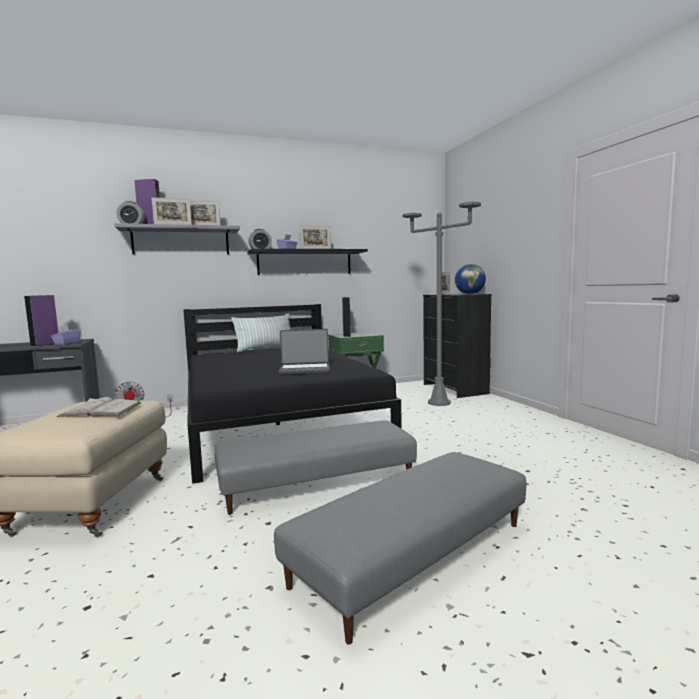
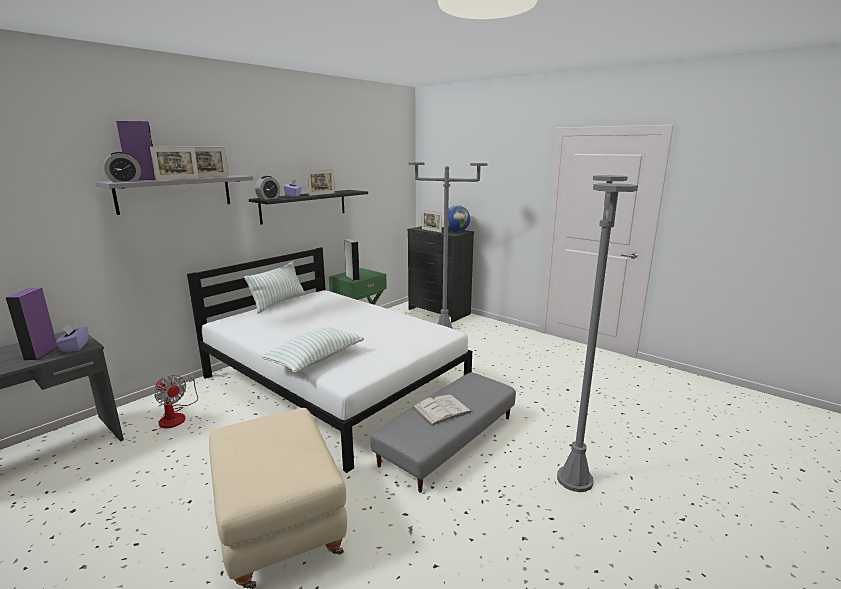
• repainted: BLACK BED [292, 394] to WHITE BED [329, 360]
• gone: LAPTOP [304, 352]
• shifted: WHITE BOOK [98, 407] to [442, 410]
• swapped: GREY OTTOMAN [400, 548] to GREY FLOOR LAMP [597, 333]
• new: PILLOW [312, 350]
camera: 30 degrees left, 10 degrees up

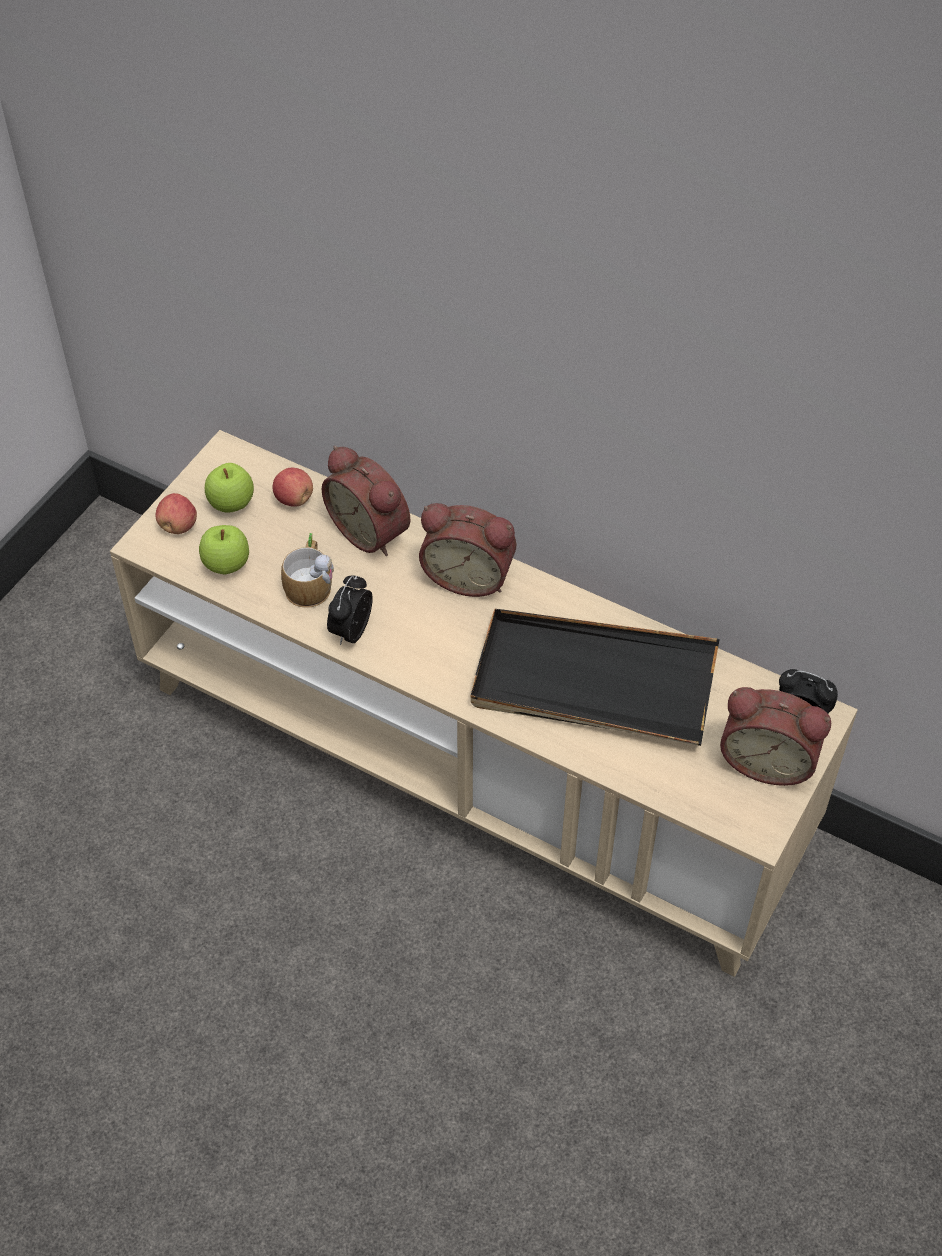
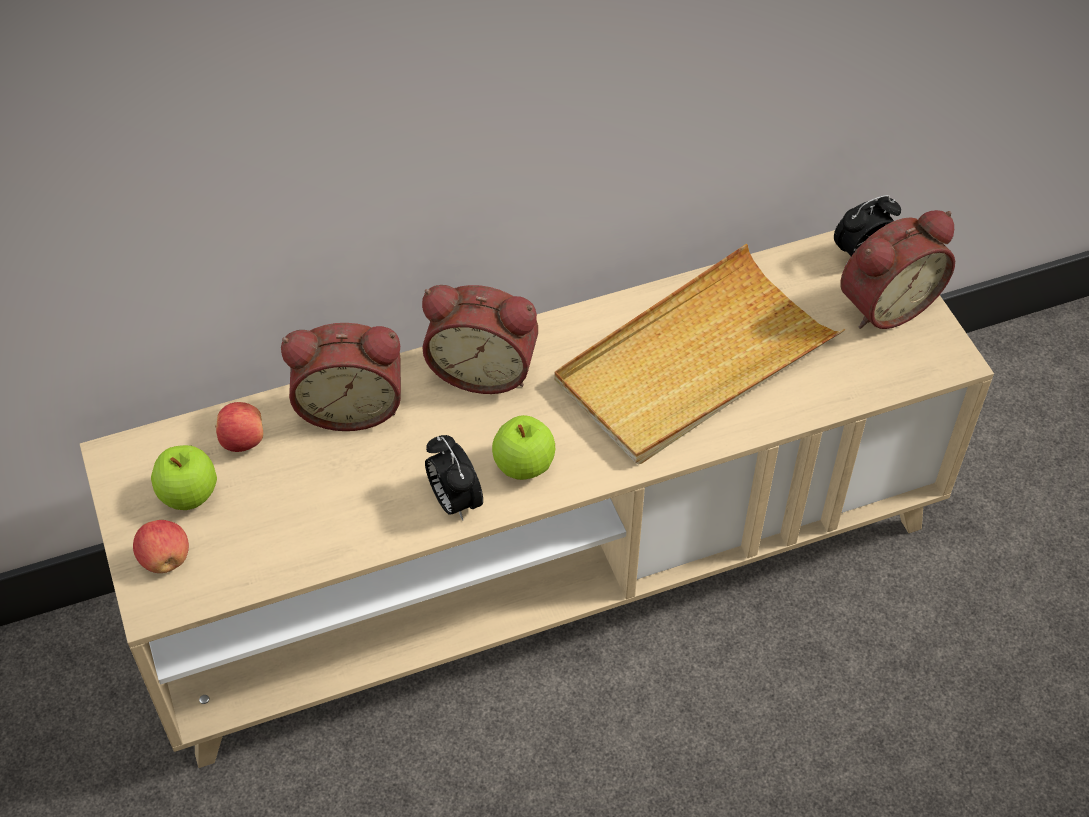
• rotated: ALARM CLOCK [467, 550] = [480, 339] 45 degrees clockwise
• shifted: APPLE [224, 550] to [523, 447]
• gone: MUG [307, 570]
• repainted: BLACK TRAY [595, 677] to BEIGE TRAY [699, 354]
camera: 50 degrees left, 0 degrees up

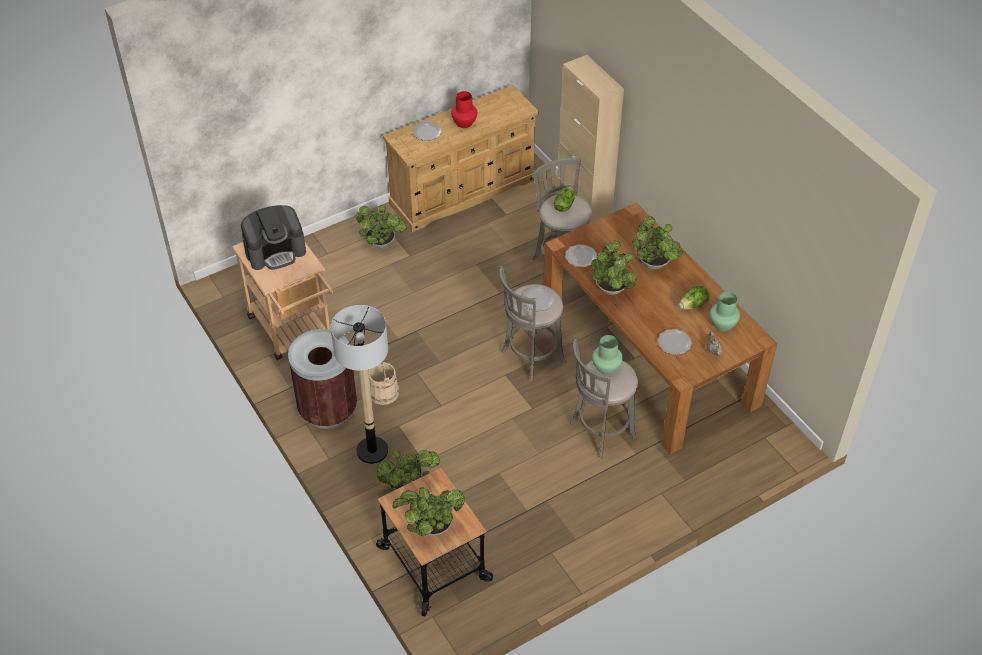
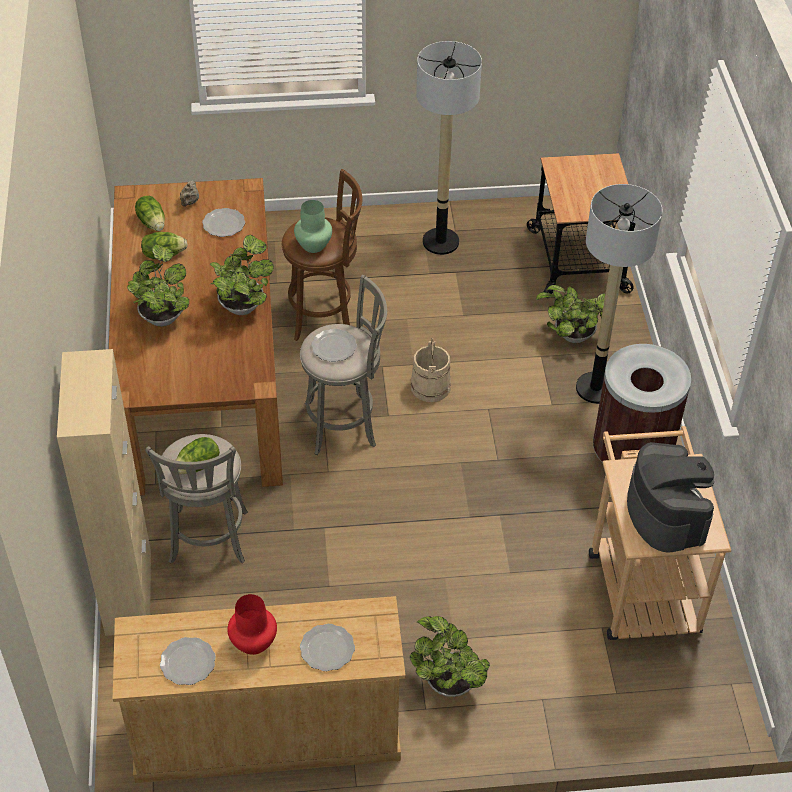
• rotated: COFFEE MACHINE [273, 237] = [670, 497] 75 degrees clockwise
• shifted: PLATE [581, 255] to [188, 661]
• swapped: GREEN VASE [725, 312] to LETTUCE [150, 213]
• repainted: GREY STOOL [604, 398] to BROWN STOOL [322, 255]
• shifted: BEIGE BUCKET [384, 383] to [431, 370]
• gone: POTTED PLANT [428, 511]
• new: FLOOR LAMP [449, 148]
camera: 155 degrees left, 0 degrees up

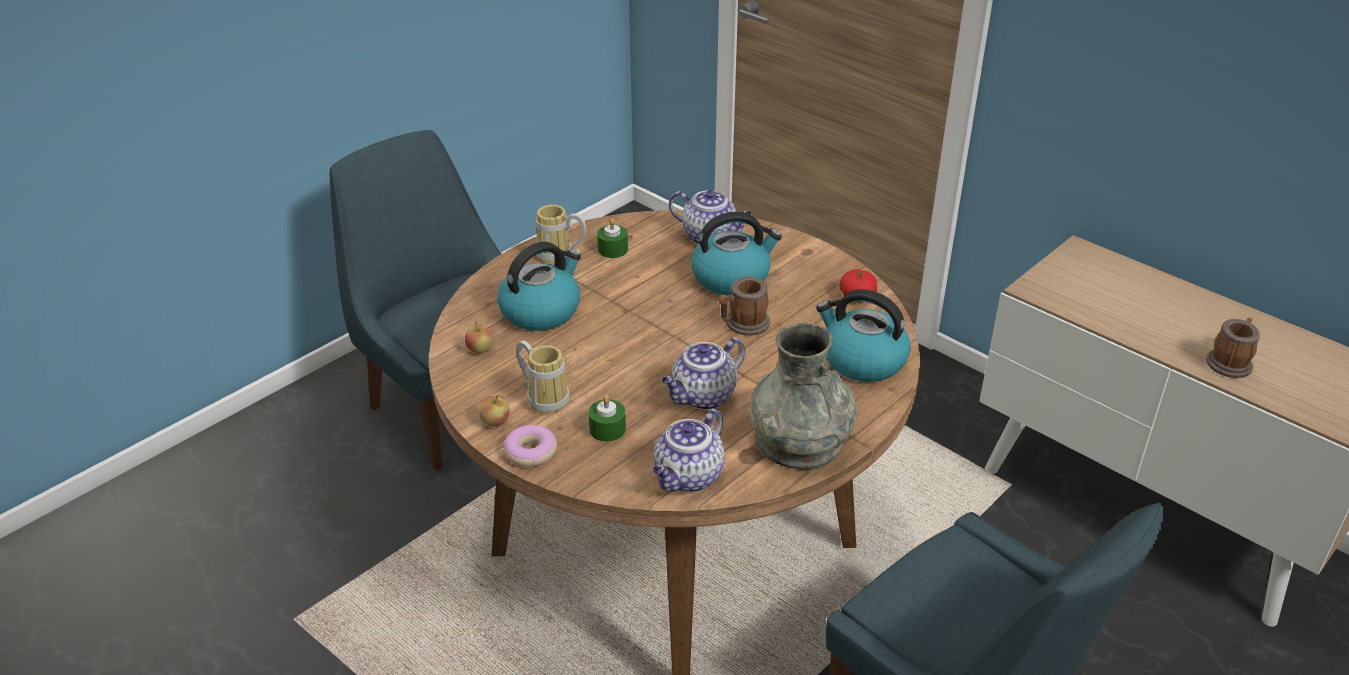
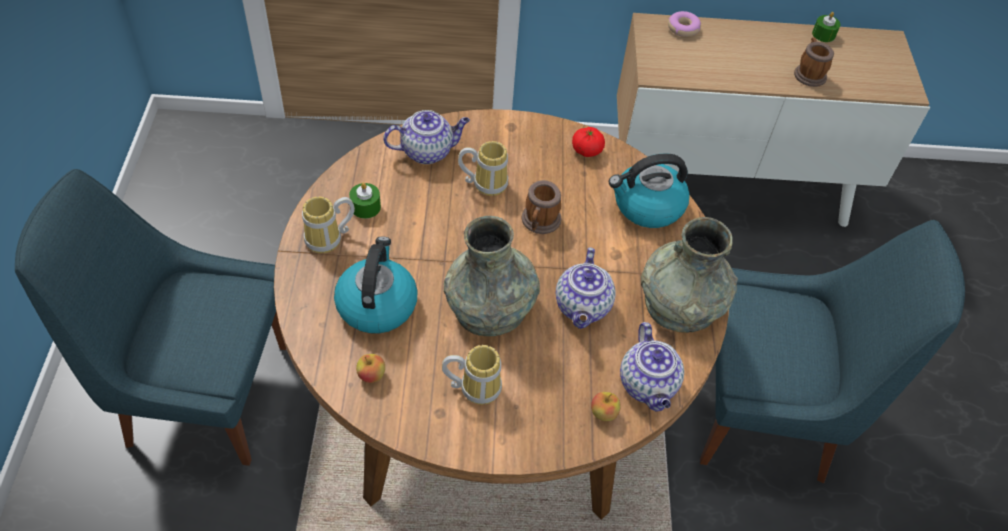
• swapped: KETTLE [736, 253] to MUG [483, 168]
• shifted: APPLE [494, 411] to [606, 406]
• shifted: GREEN CANDLE [607, 418] to [826, 27]
• shifted: DONUT [530, 446] to [684, 24]
• new: GREY VASE [492, 276]
camera: 45 degrees left, 15 degrees up

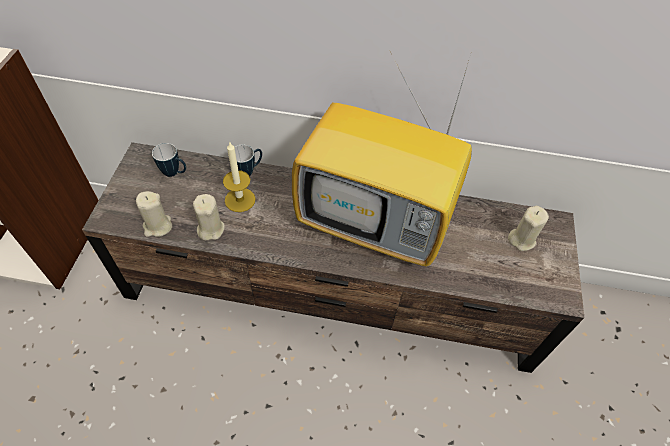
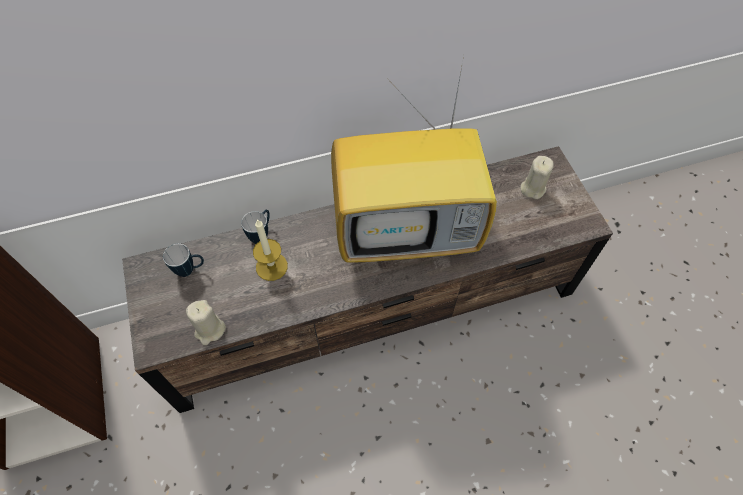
• gone: BEIGE CANDLE [209, 217]
camera: 25 degrees left, 5 degrees up

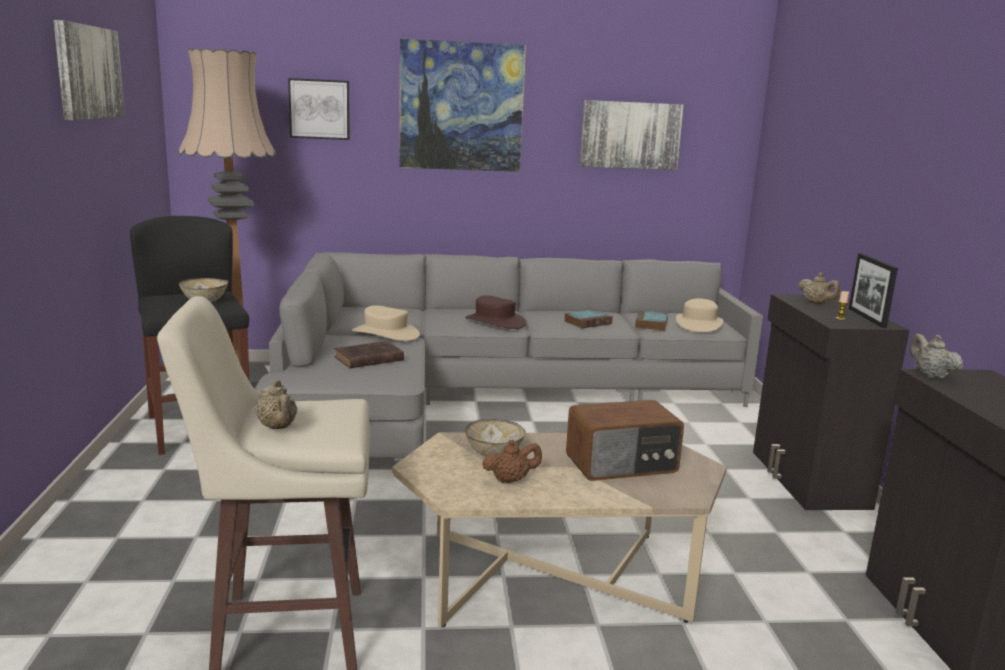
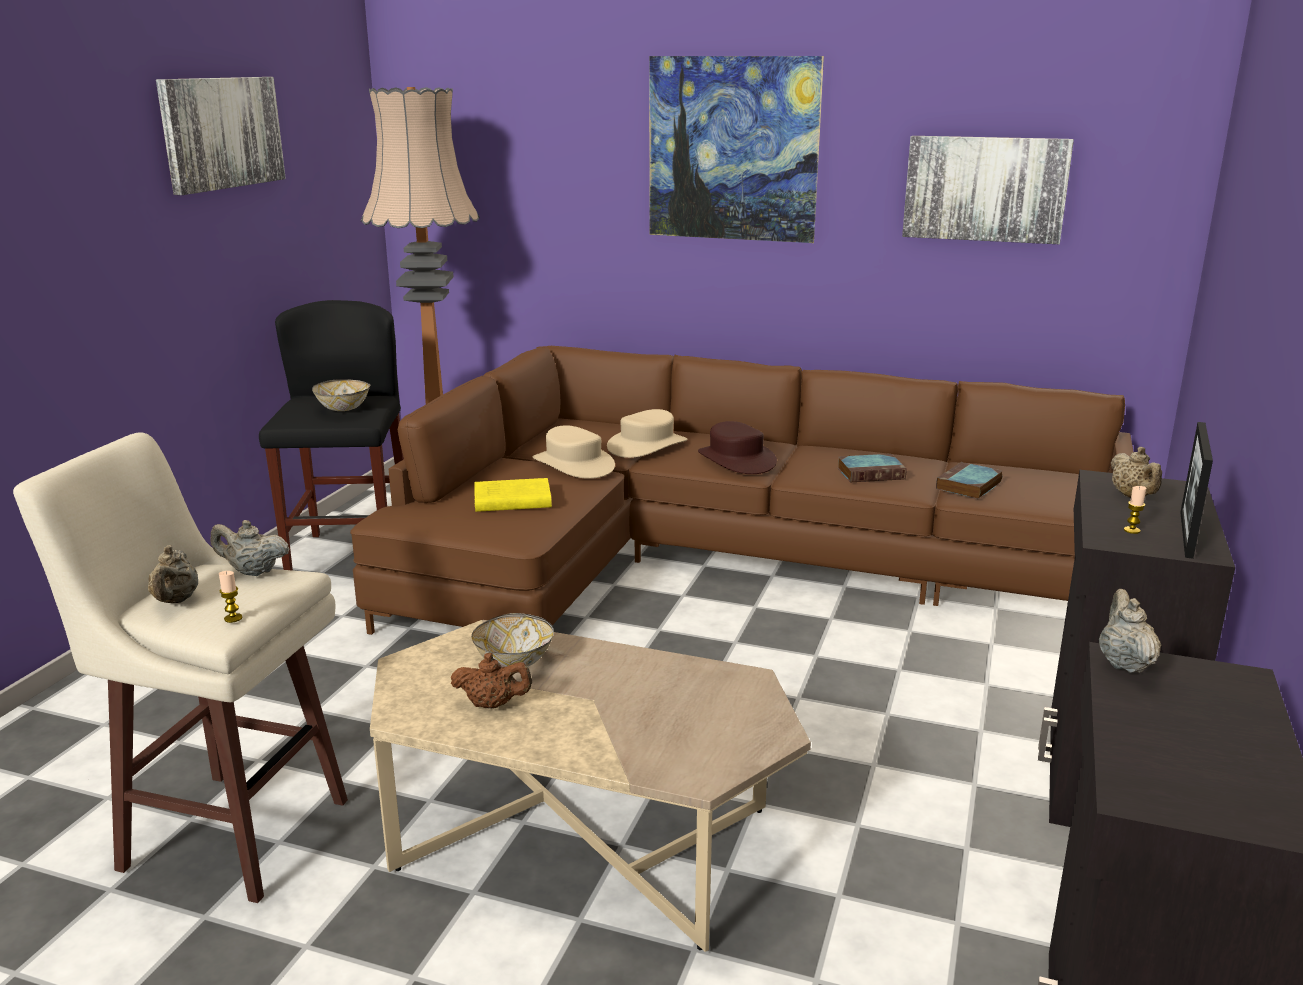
• gone: PICTURE [319, 109]
• repainted: GREY SOFA [509, 356] to BROWN SOFA [741, 490]
• shifted: BEIGE HAT [699, 315] to [647, 433]
• repainted: BROWN BOOK [369, 354] to YELLOW BOOK [513, 495]
• gone: RADIO [625, 440]
• new: BEIGE TEAPOT [250, 548]
• new: CANDLE [230, 597]
camera: 25 degrees right, 5 degrees up

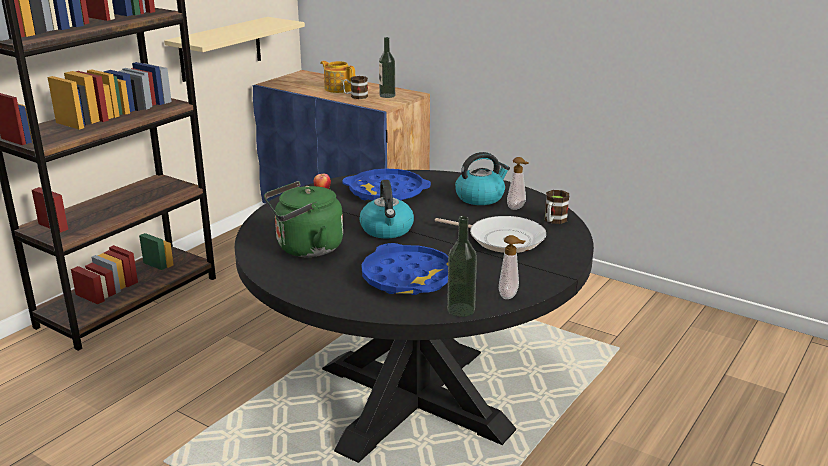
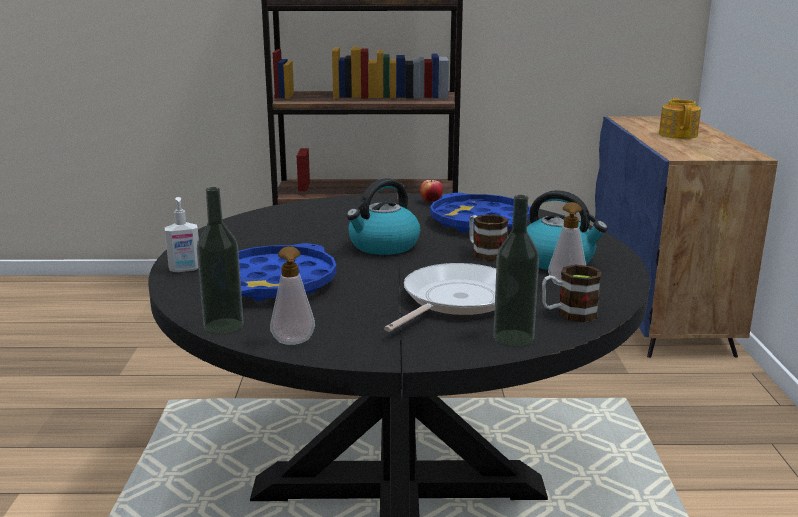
• gone: BEIGE SHELF [234, 49]
• shifted: BOTTLE [387, 67] to [516, 271]
• shifted: MUG [355, 87] to [488, 237]
• gone: GREEN KETTLE [303, 219]
• rotated: FRYING PAN [490, 234] = [440, 297] 135 degrees counterclockwise
• new: SOAP DISPENSER [182, 234]
camera: 55 degrees right, 5 degrees down

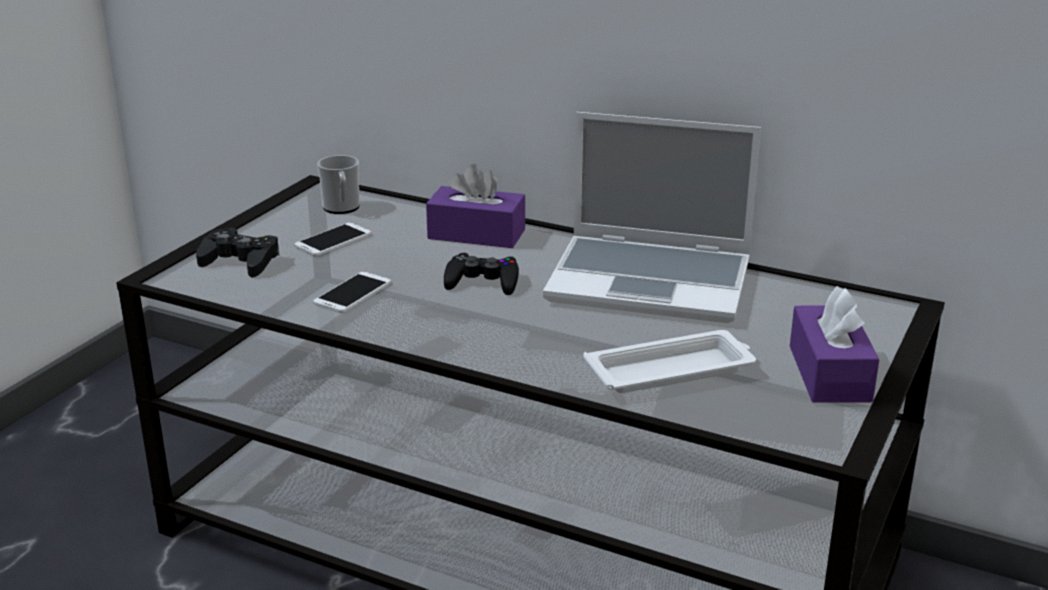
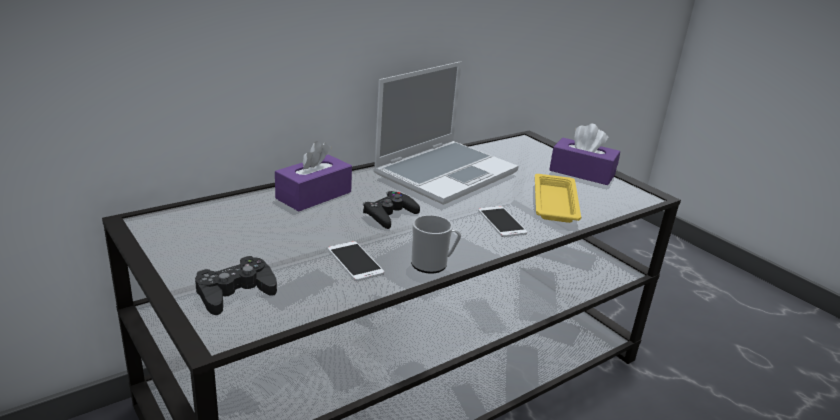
• shifted: MUG [338, 184] to [436, 244]
• shifted: PHONE [332, 239] to [502, 221]
• repainted: WHITE TRAY [669, 361] to YELLOW TRAY [558, 198]
camera: 65 degrees left, 0 degrees up

